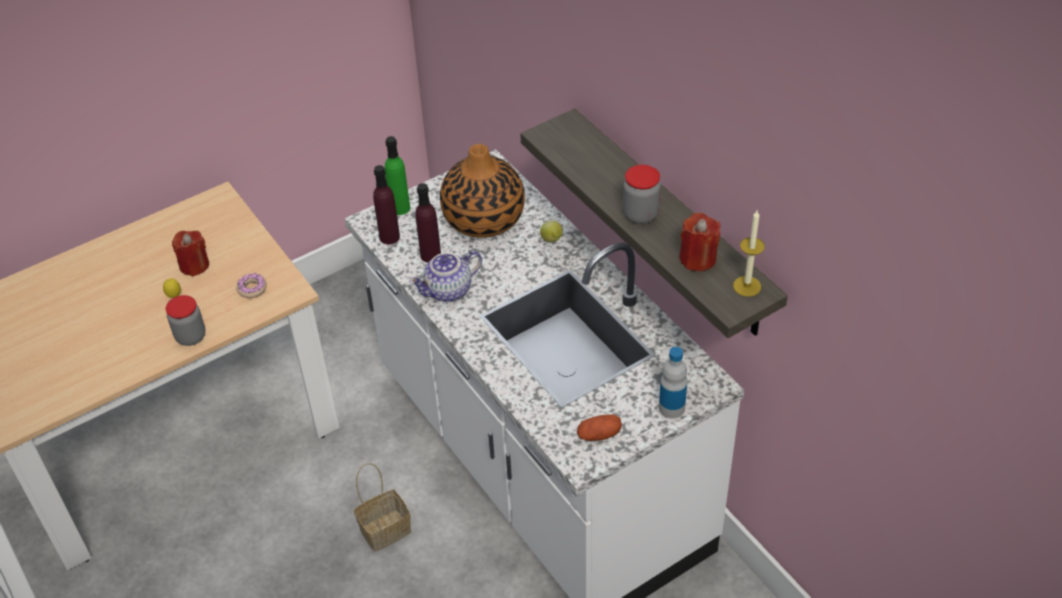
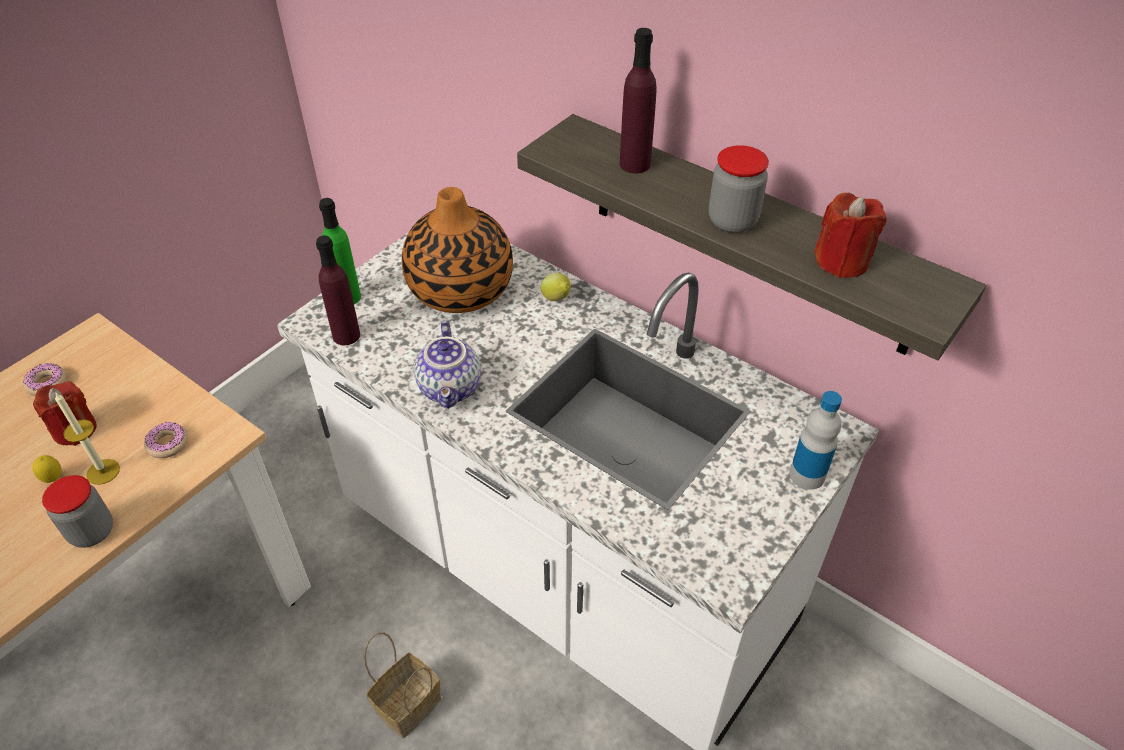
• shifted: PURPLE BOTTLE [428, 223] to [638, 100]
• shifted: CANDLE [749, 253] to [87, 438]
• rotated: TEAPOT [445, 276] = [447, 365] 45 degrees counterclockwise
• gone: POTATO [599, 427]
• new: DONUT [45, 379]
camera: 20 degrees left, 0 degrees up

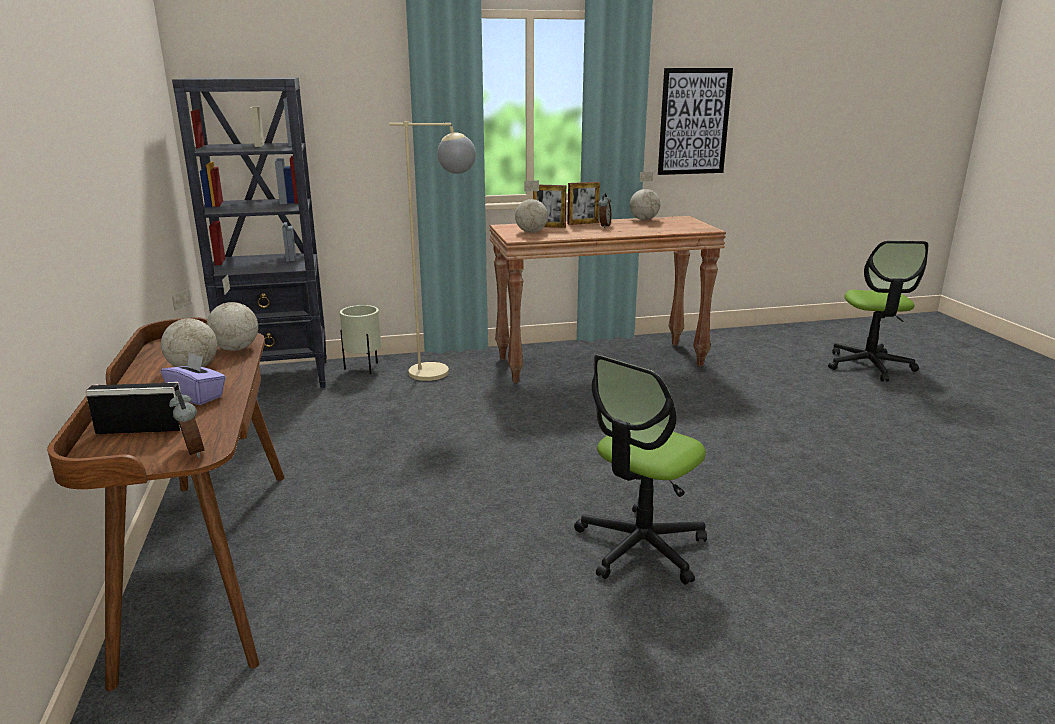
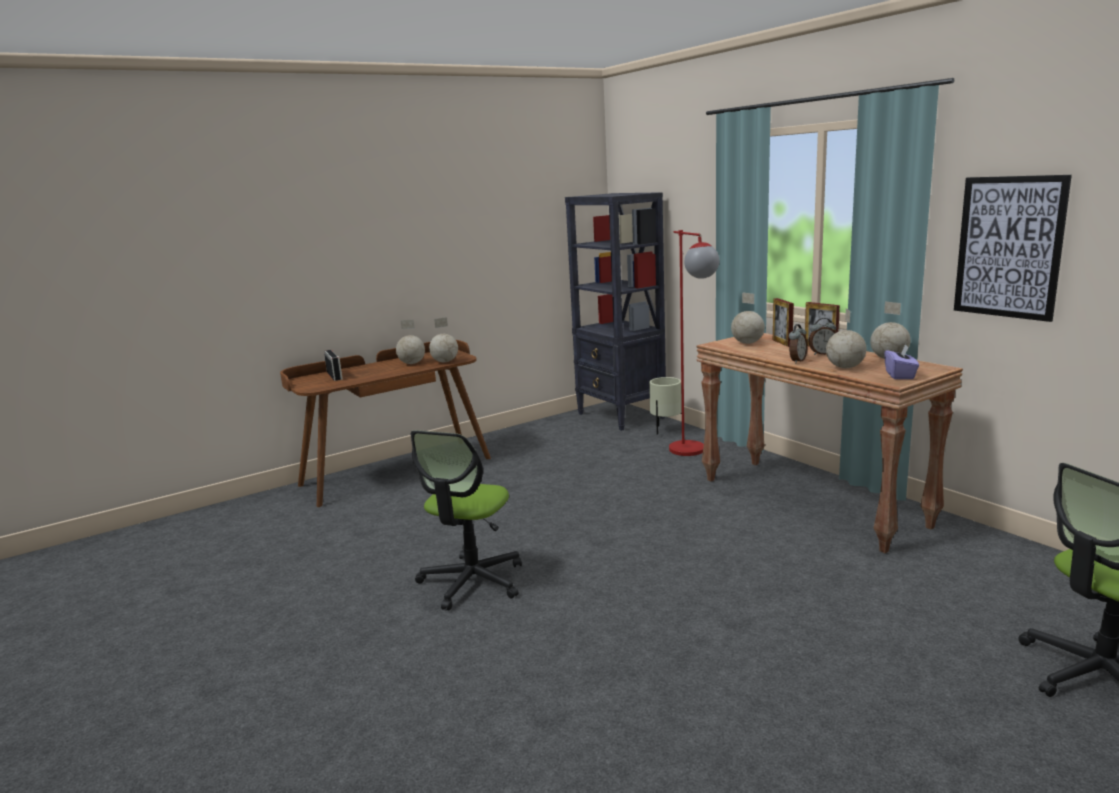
• repainted: BEIGE FLOOR LAMP [432, 251] to RED FLOOR LAMP [694, 343]
• shifted: PURPLE TISSUE BOX [193, 378] to [901, 361]
• rotated: OFFICE CHAIR [640, 470] = [466, 520] 90 degrees counterclockwise
• shifted: ALARM CLOCK [187, 424] to [798, 343]
• new: GLOBE [846, 338]
camera: 70 degrees right, 5 degrees down

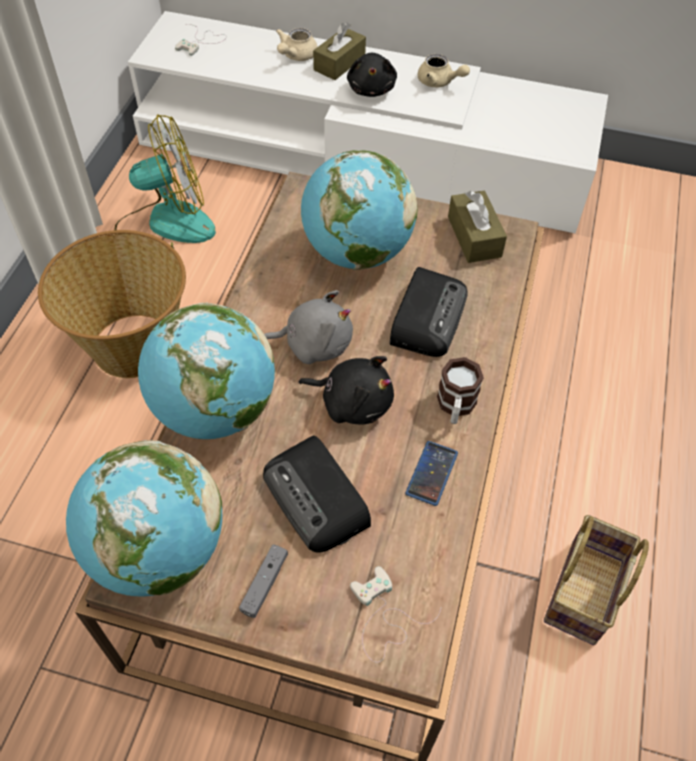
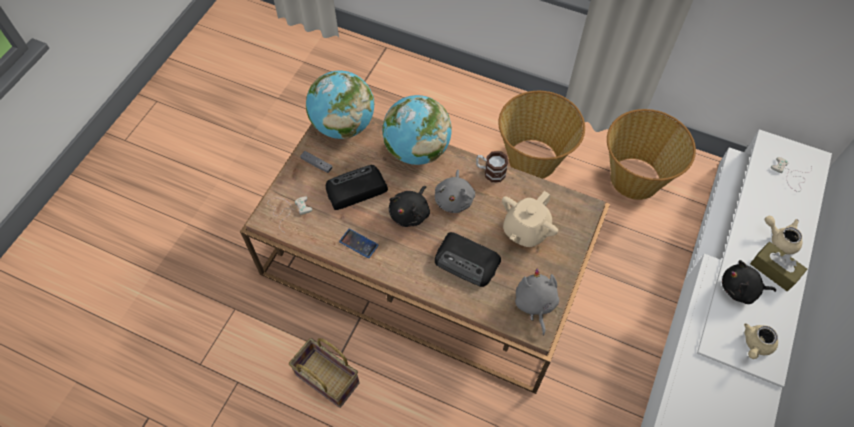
• swapped: FAN [165, 181] to BASKET [651, 154]
• swapped: GLOBE [359, 210] to BEIGE TEAPOT [530, 219]
• swapped: BROWN TISSUE BOX [477, 226] to GREY PLUSH TOY [537, 302]
• shifted: MUG [460, 390] to [492, 167]
camera: 100 degrees right, 5 degrees up

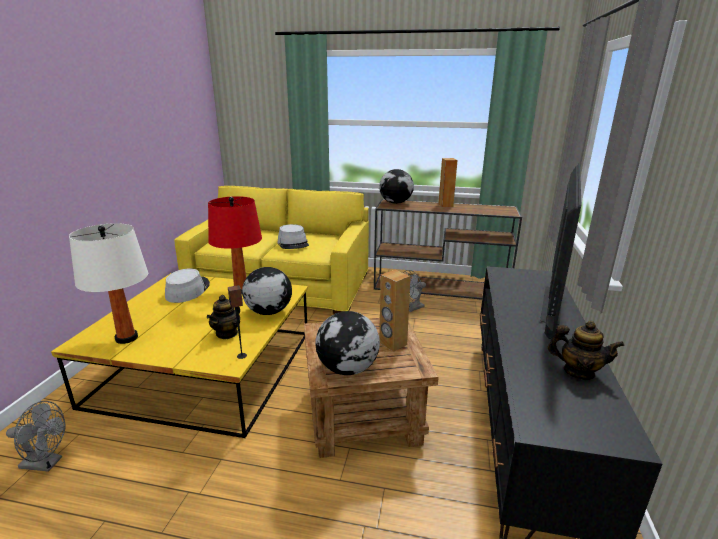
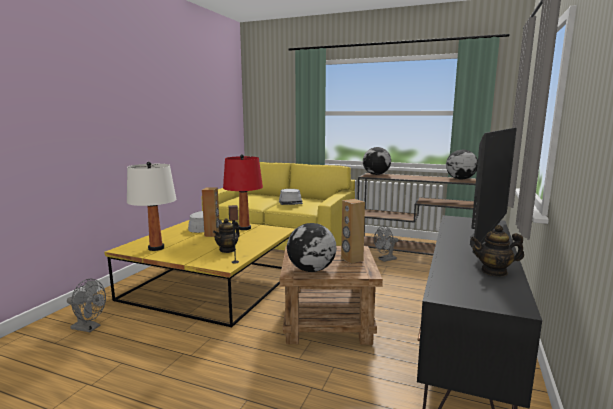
• shifted: BROWN SPEAKER [448, 182] to [211, 212]
• shifted: GLOBE [267, 291] to [462, 165]
• rotated: TEAPOT [586, 350] = [497, 250] 150 degrees clockwise
camera: 10 degrees right, 10 degrees down

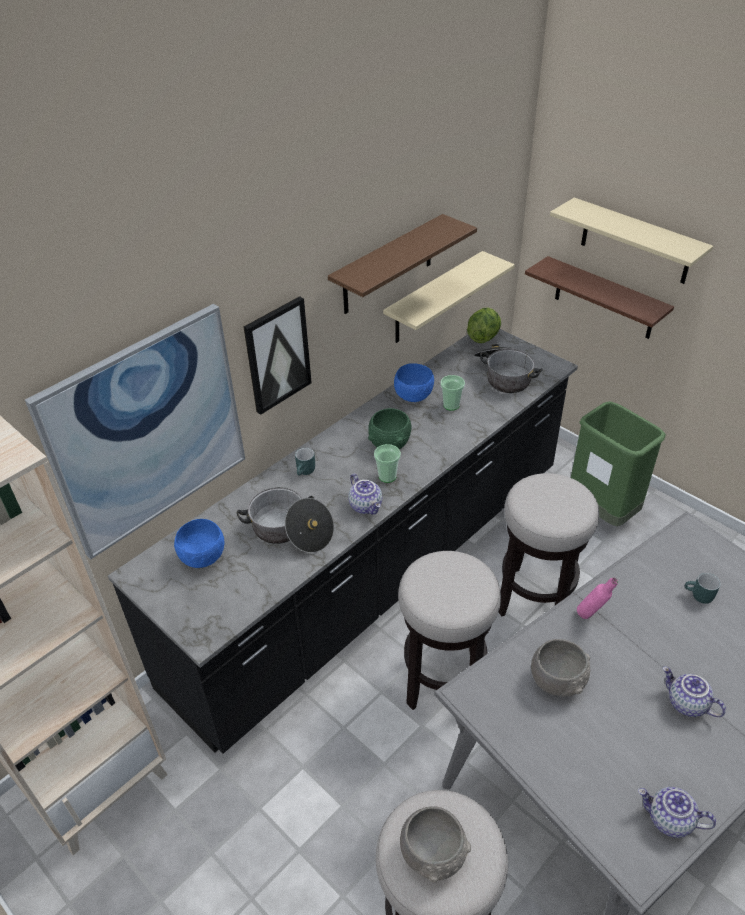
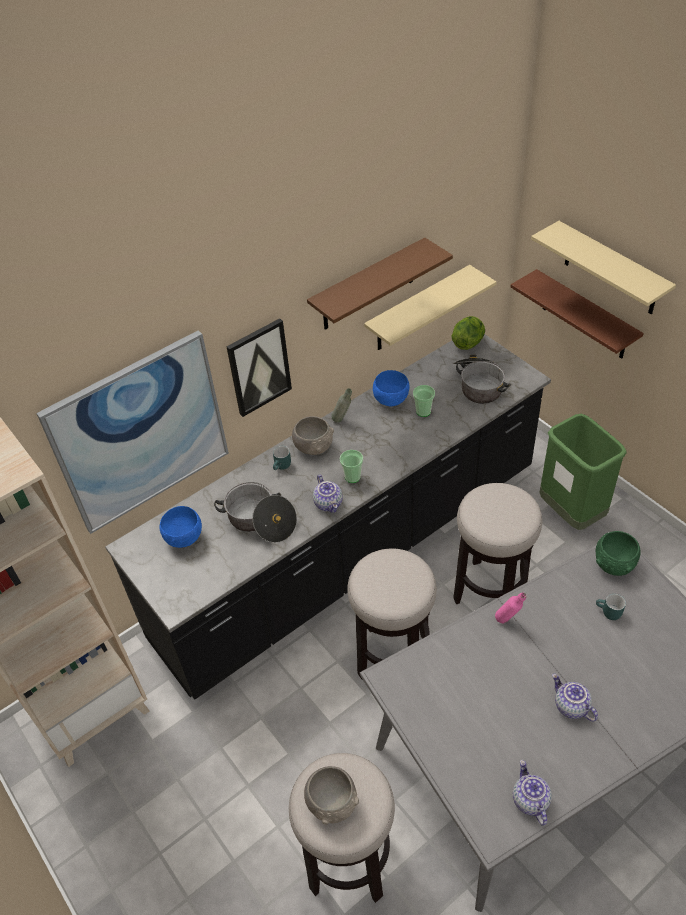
• shifted: GREEN BOWL [389, 428] to [618, 553]
• shifted: GREY BOWL [560, 668] to [313, 435]
• rotated: TEAPOT [677, 812] = [532, 793] 45 degrees clockwise
• new: GREY BOTTLE [341, 405]
camera: 10 degrees right, 5 degrees up

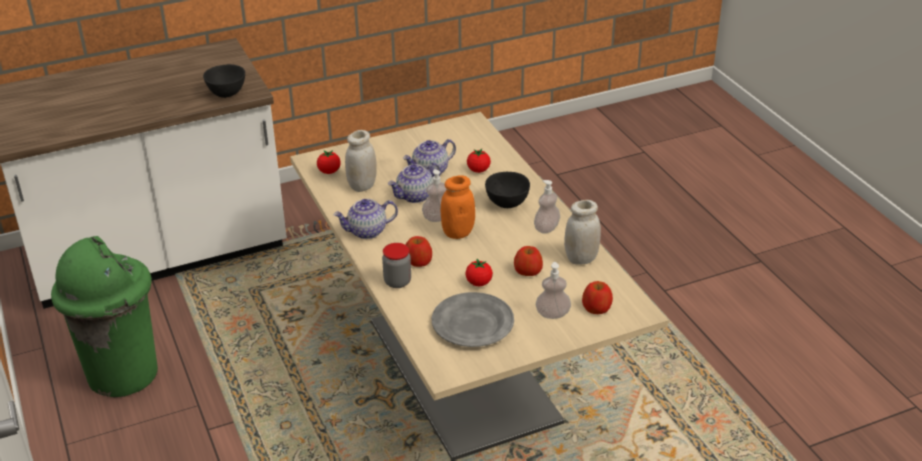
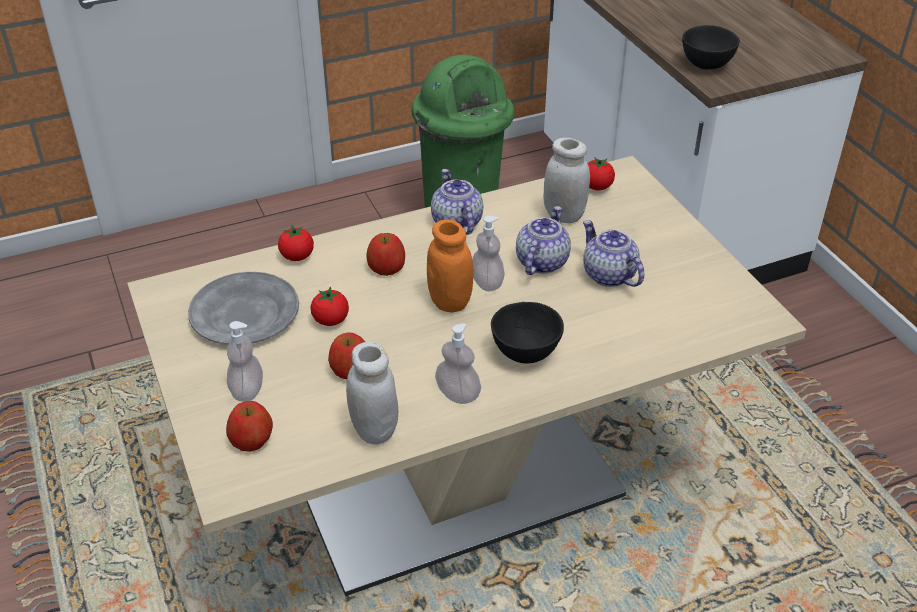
• shifted: TOMATO [479, 161] to [296, 243]
• rotated: TEAPOT [414, 182] = [543, 240] 60 degrees clockwise
• gone: JAR [396, 265]
camera: 90 degrees right, 5 degrees up

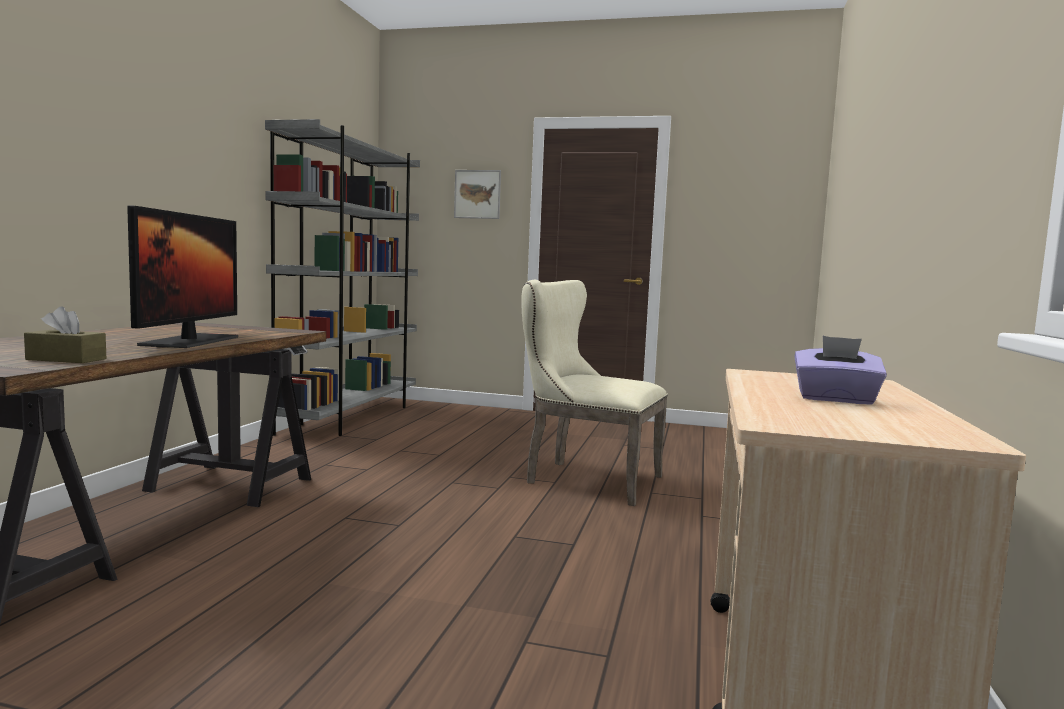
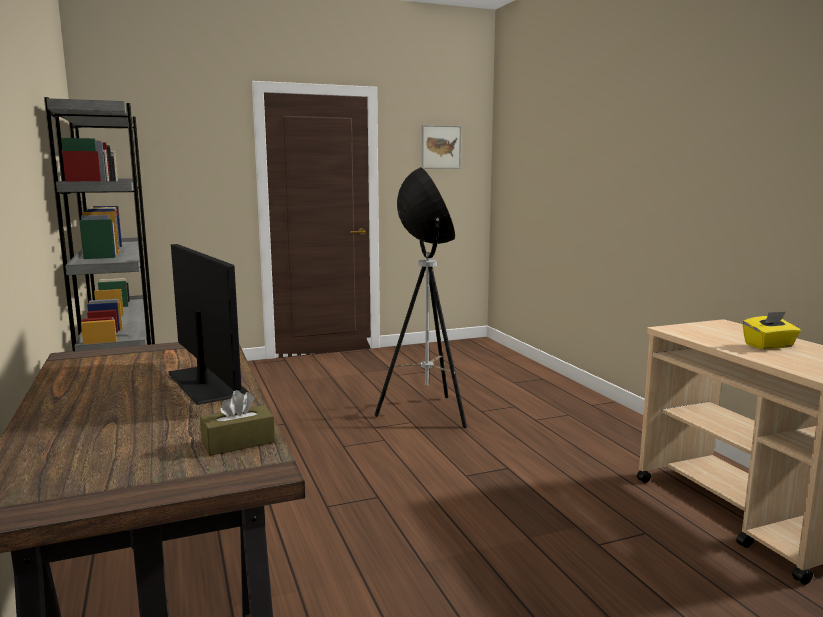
• shifted: PICTURE [477, 194] to [441, 147]
• swapped: BEIGE CHAIR [594, 393] to FLOOR LAMP [420, 297]
• repainted: PURPLE TISSUE BOX [840, 370] to YELLOW TISSUE BOX [771, 330]
camera: 35 degrees left, 5 degrees up

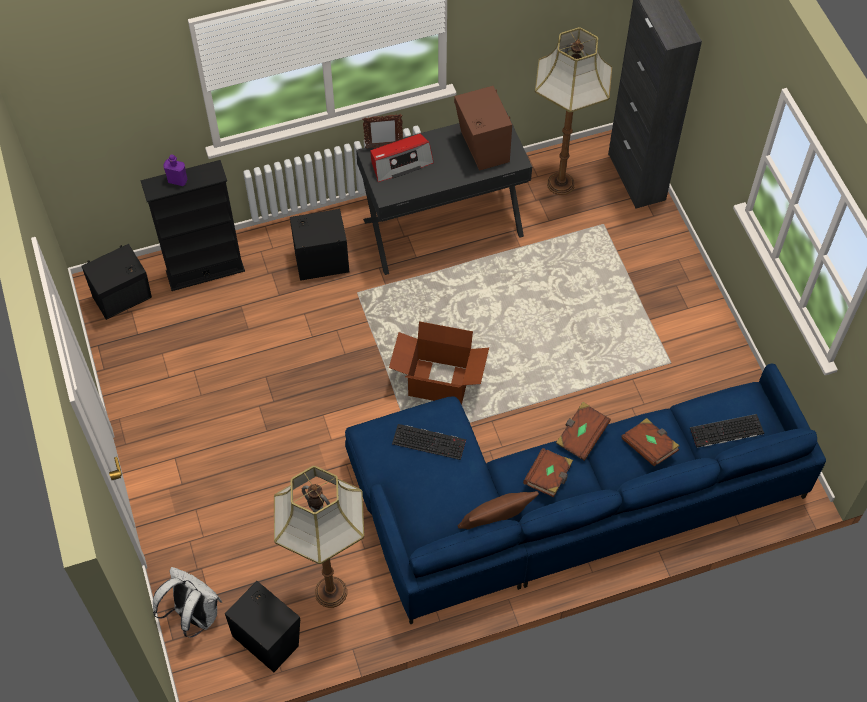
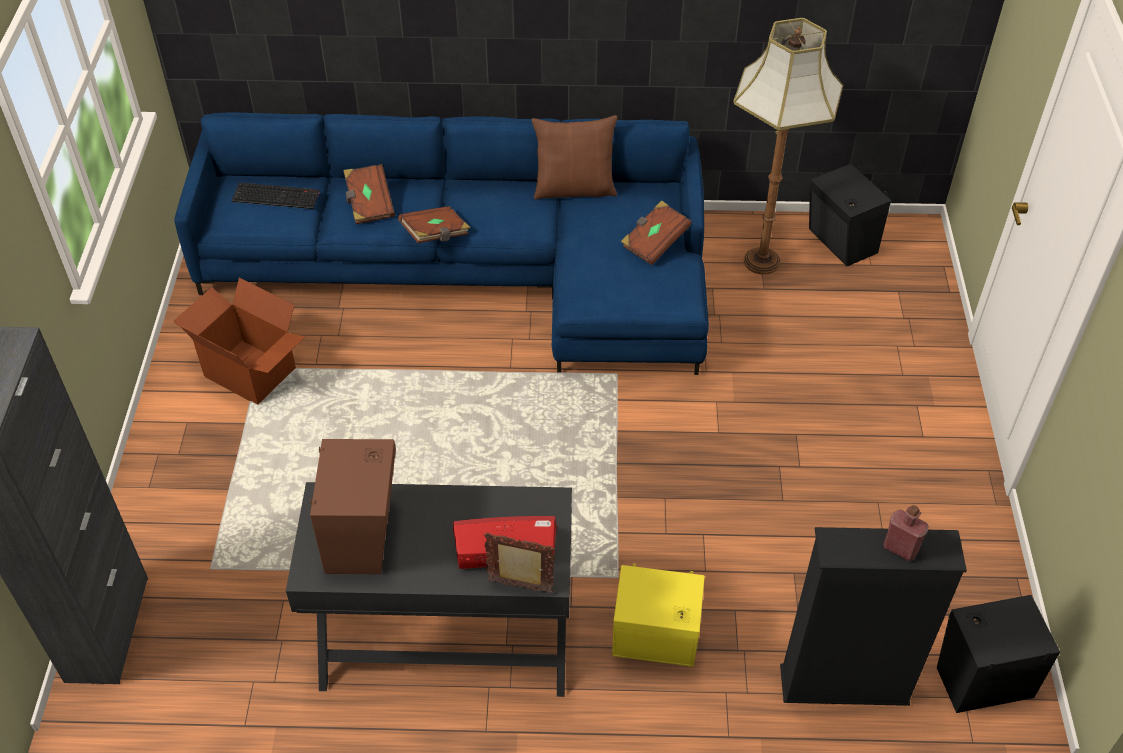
• gone: FLOOR LAMP [573, 111]
• repainted: PURPLE BOTTLE [175, 170] to RED BOTTLE [906, 533]
• repainted: BLACK SPEAKER [319, 245] to YELLOW SPEAKER [658, 615]
• shifted: CARDBOARD BOX [439, 363] to [239, 341]
• gone: KEYBOARD [429, 442]
• shifted: BROWN BOOK [548, 472] to [656, 232]
• gone: WHITE BACKPACK [187, 602]
camera: 160 degrees left, 10 degrees down

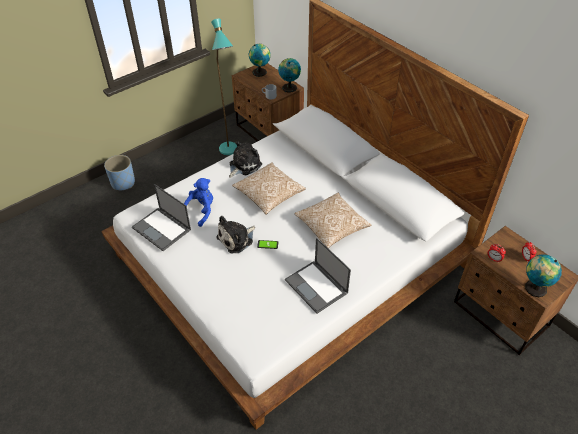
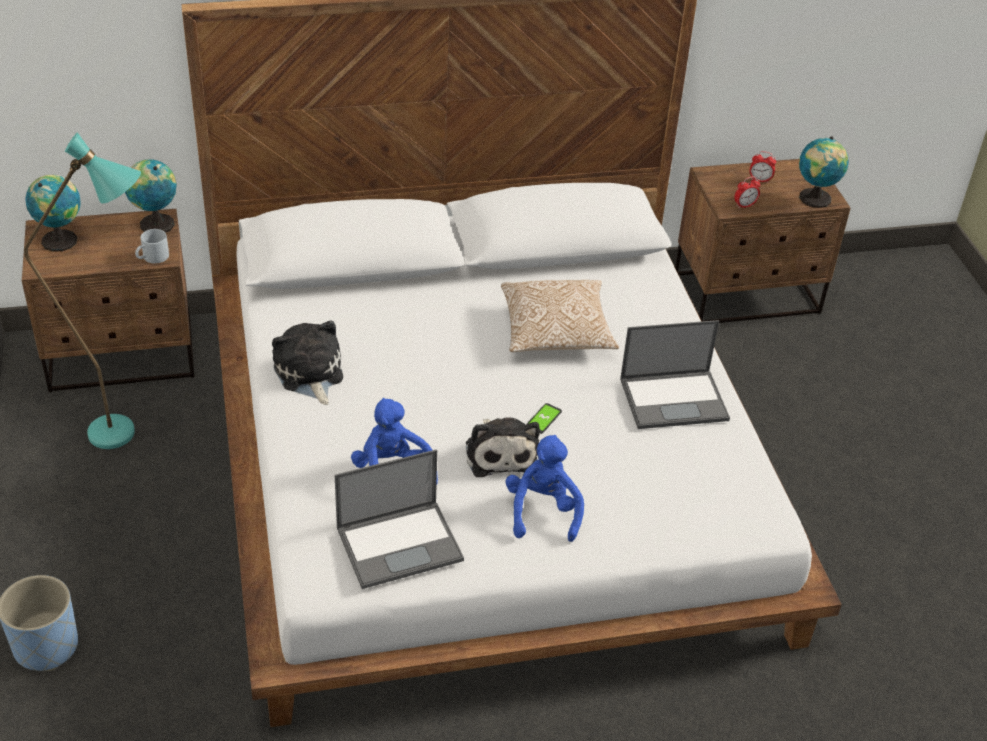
• gone: PILLOW [269, 188]
• new: BLUE PLUSH TOY [544, 488]
camera: 65 degrees left, 5 degrees down

